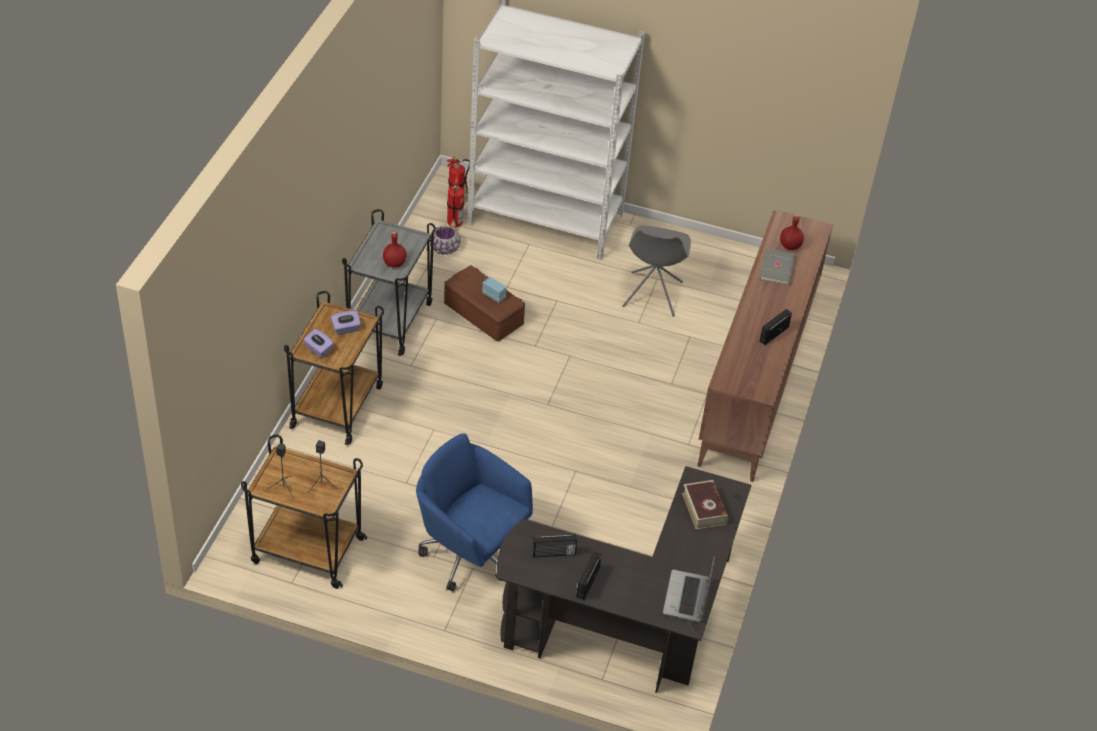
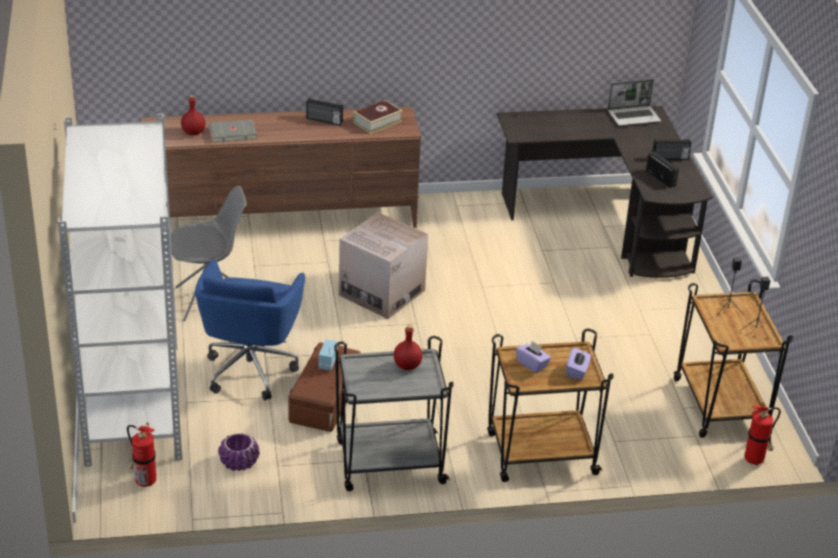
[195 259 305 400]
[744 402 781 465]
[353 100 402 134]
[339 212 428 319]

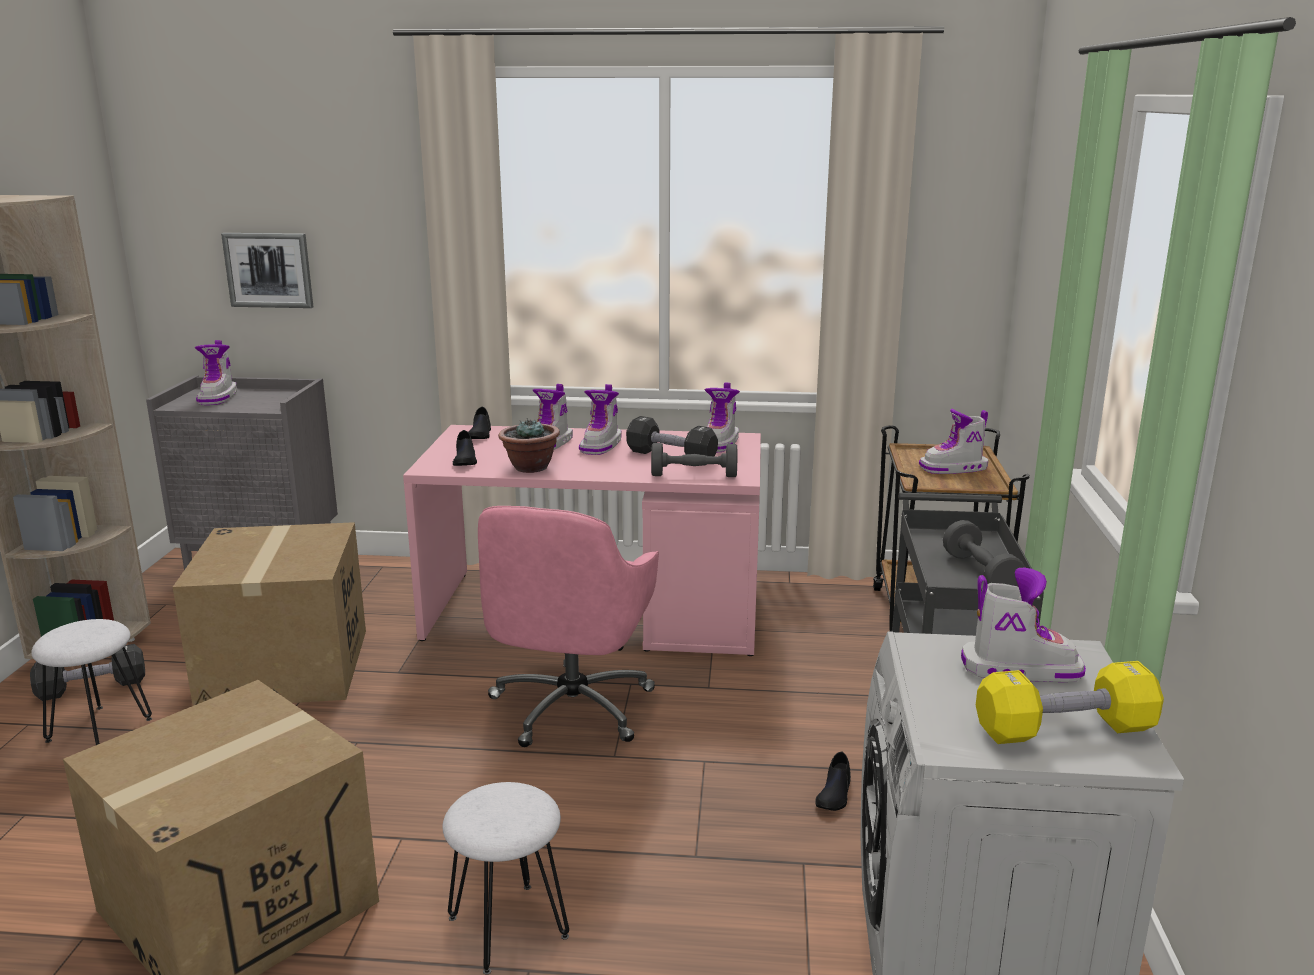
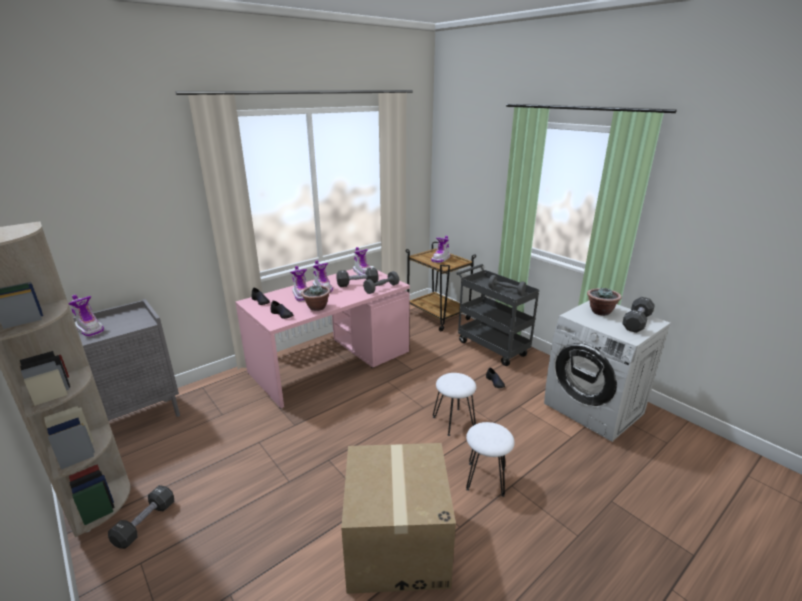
[433 373 476 436]
[173 522 366 706] (first image)
[221 233 313 308] (first image)
[478 506 659 747] (first image)
[587 287 621 316]
[622 297 655 333]

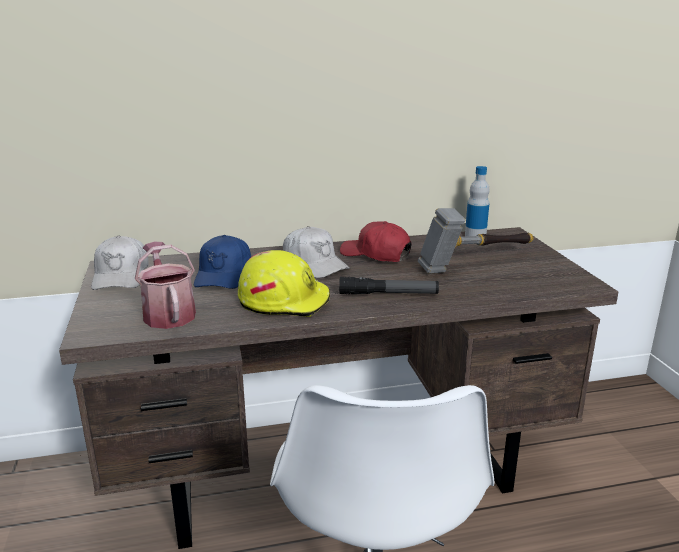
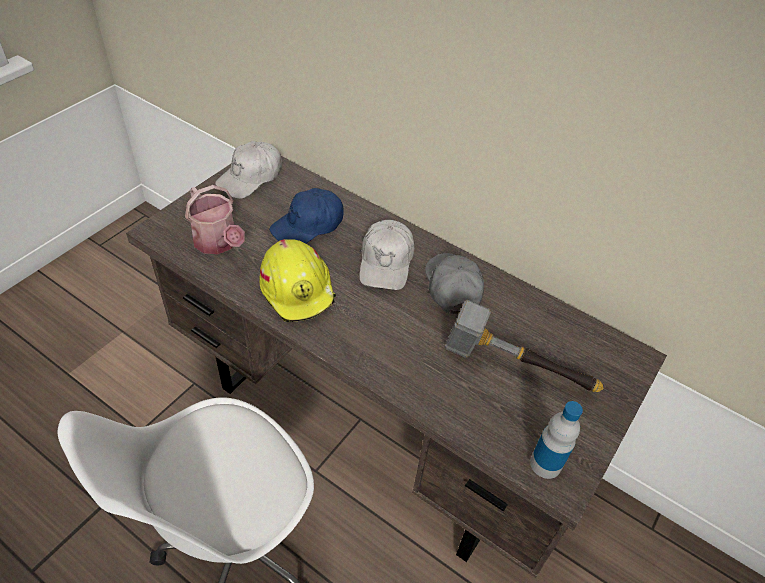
[185 185 245 254]
[339 277 439 294] (first image)
[425 253 484 314]
[530 401 583 479]

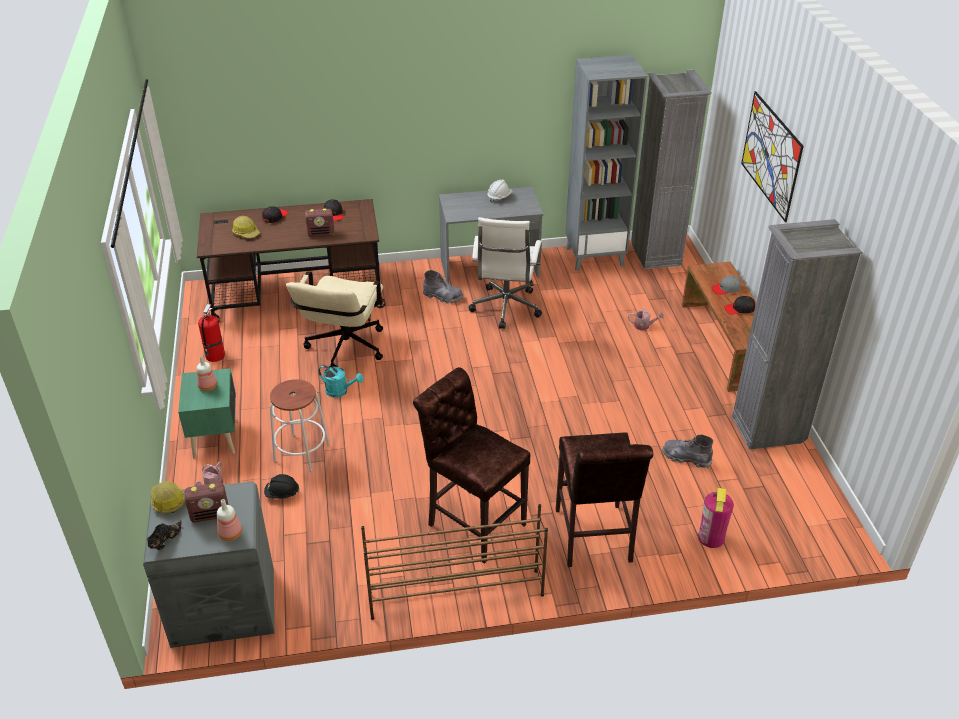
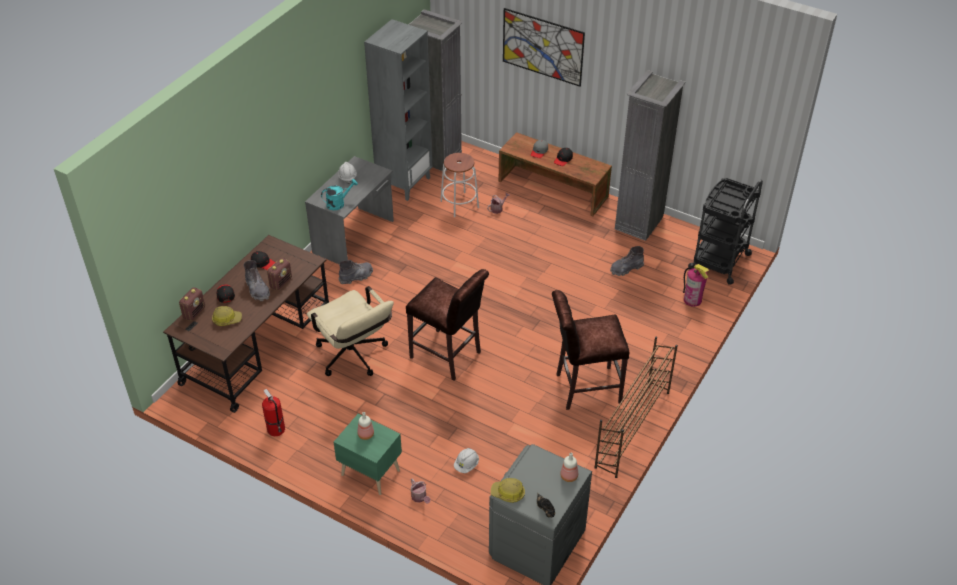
[179 287 205 321]
[454 448 479 473]
[440 153 479 217]
[321 179 358 210]
[468 217 542 329] (first image)
[406 269 489 381]
[243 260 270 301]
[688 178 763 285]

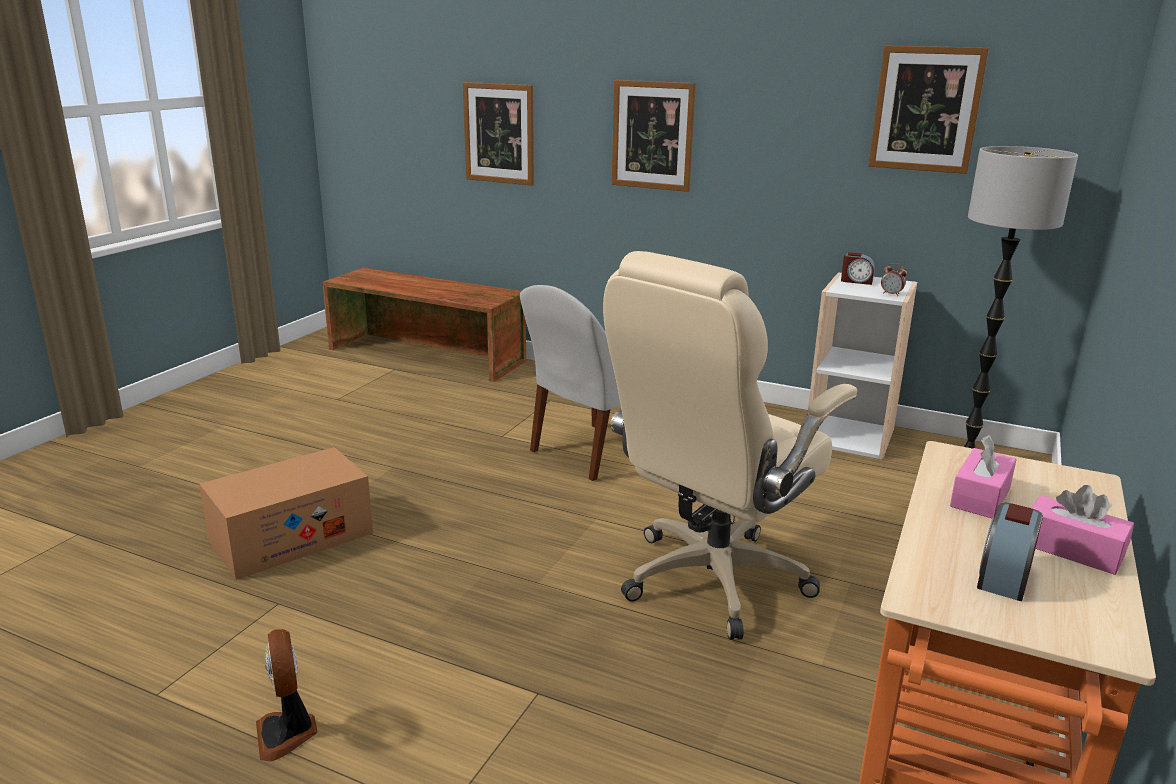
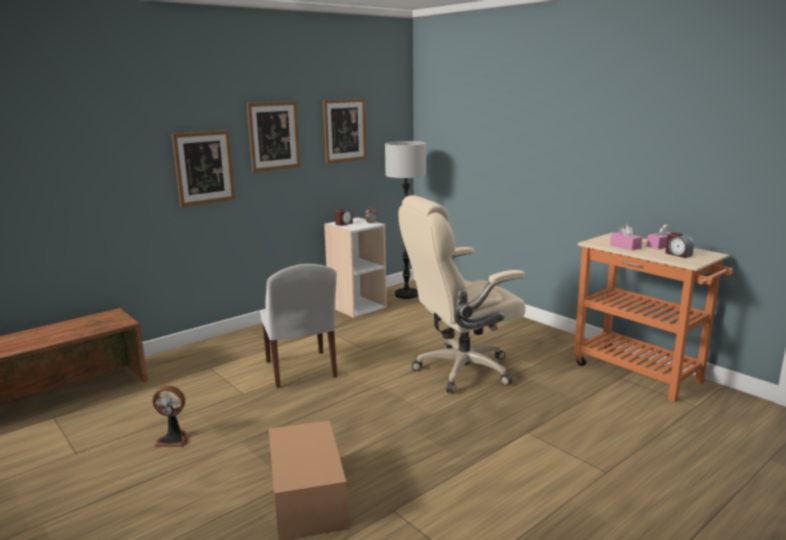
[153 386 188 447]
[247 101 300 172]
[398 195 526 393]

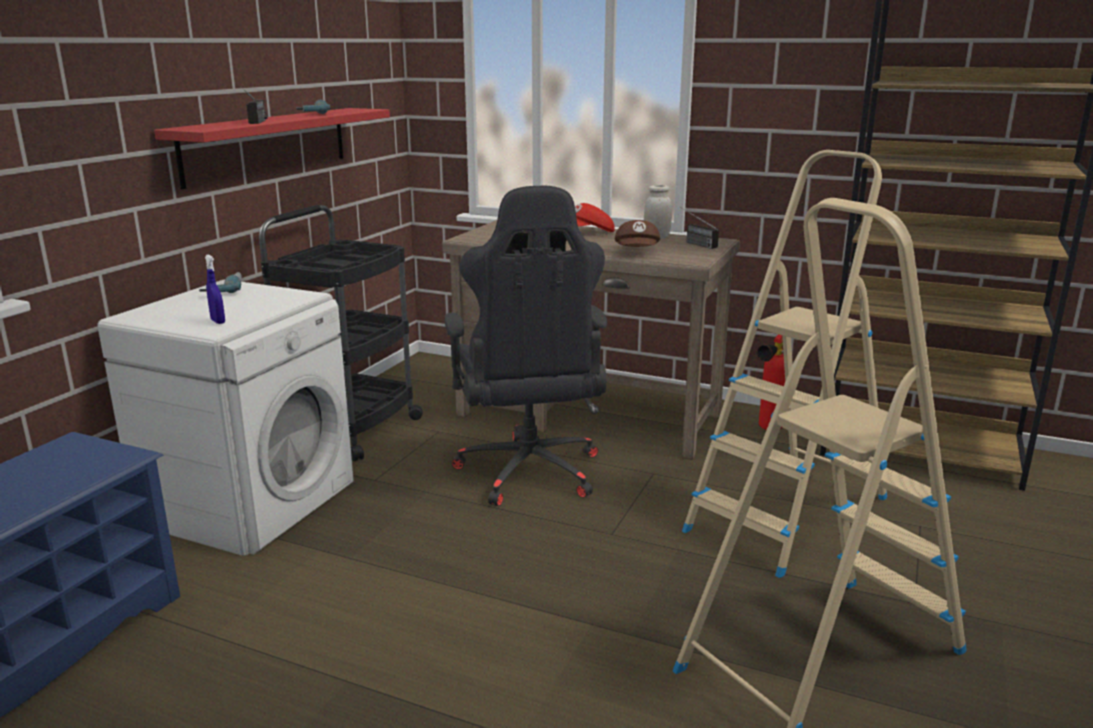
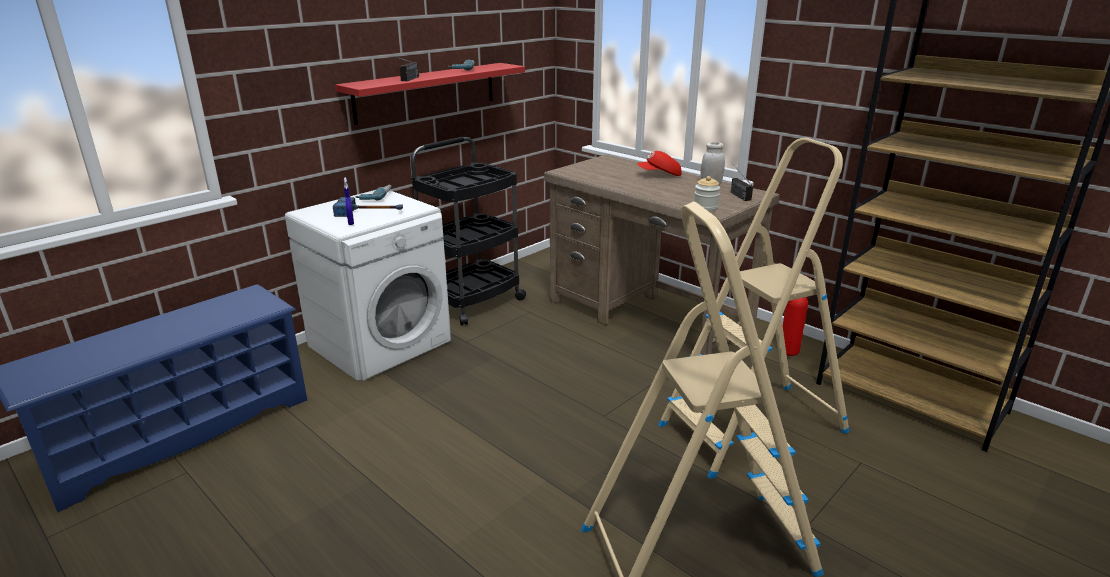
[445 186 607 506] (first image)
[615 220 660 247] (first image)
[333 197 403 217]
[694 176 720 212]

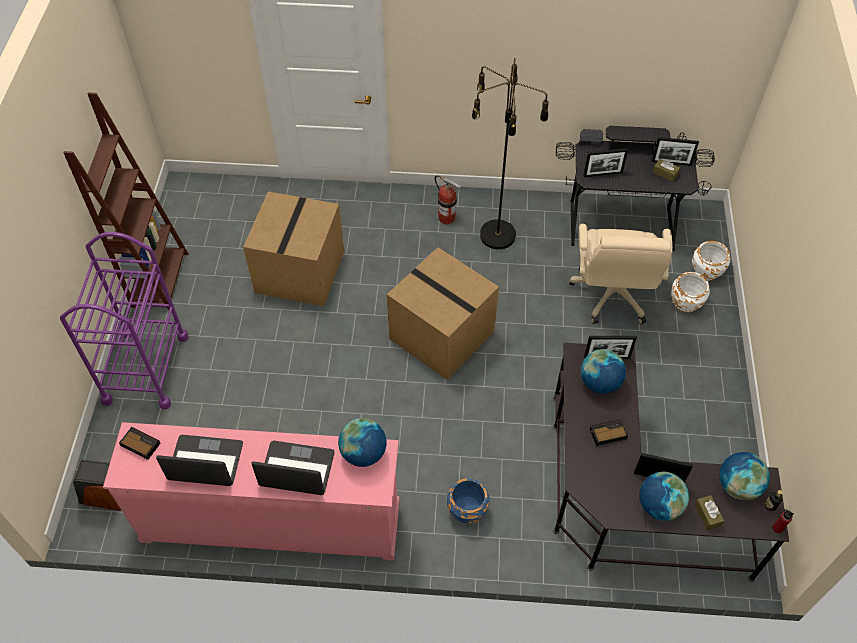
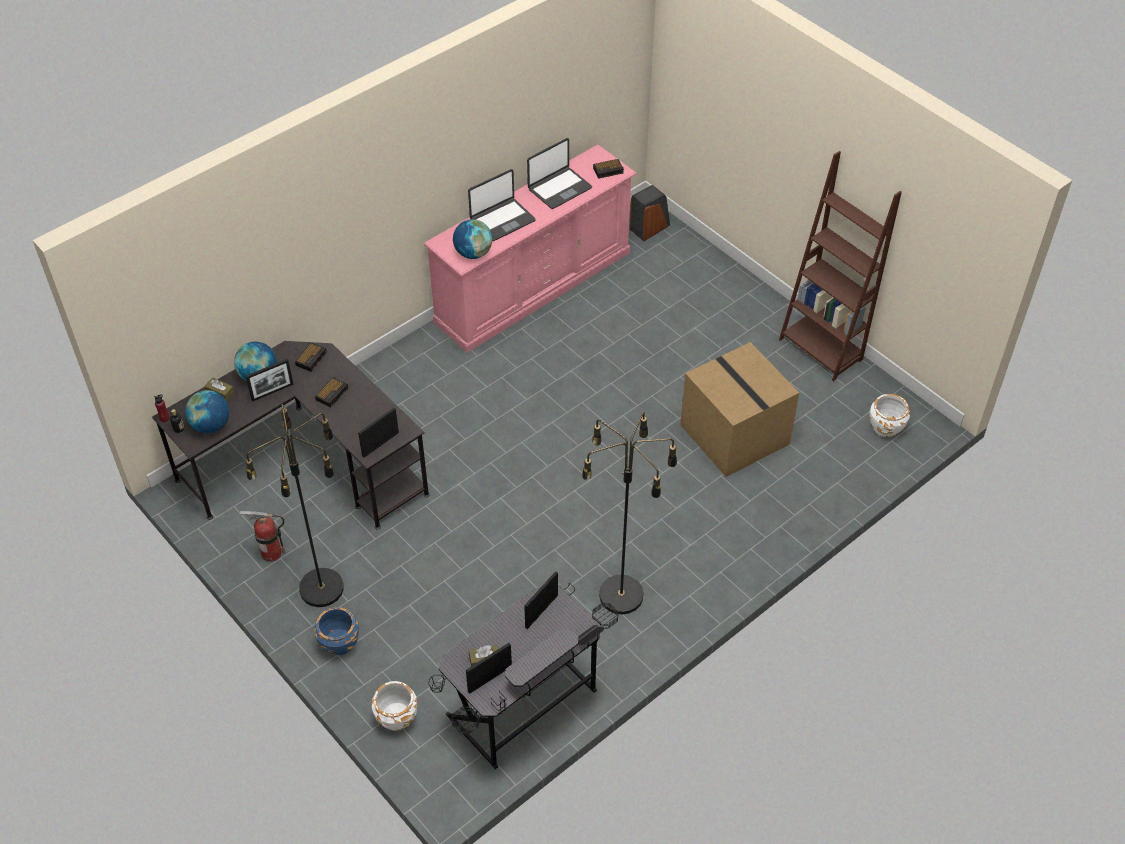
[60 232 189 410] (first image)
[387 247 499 380] (first image)
[240 511 285 562]
[314 607 359 655]
[569 224 673 324] (first image)
[581 349 626 394] (first image)
[869 394 910 437]
[245 404 344 607]
[295 343 327 372]

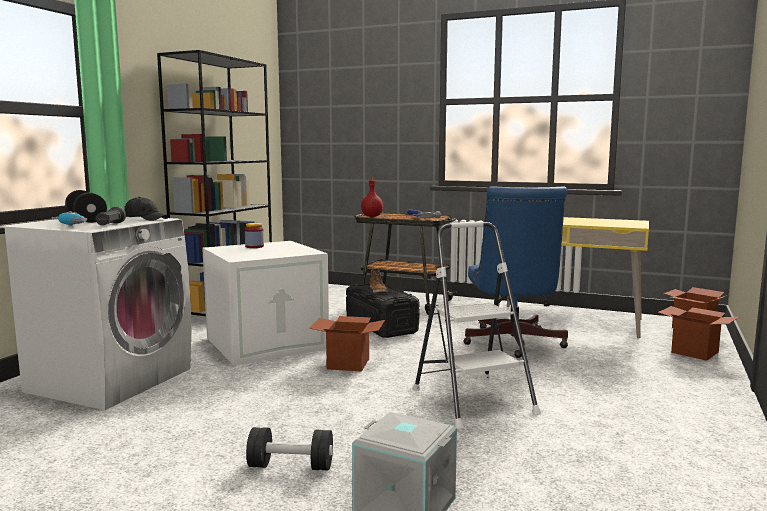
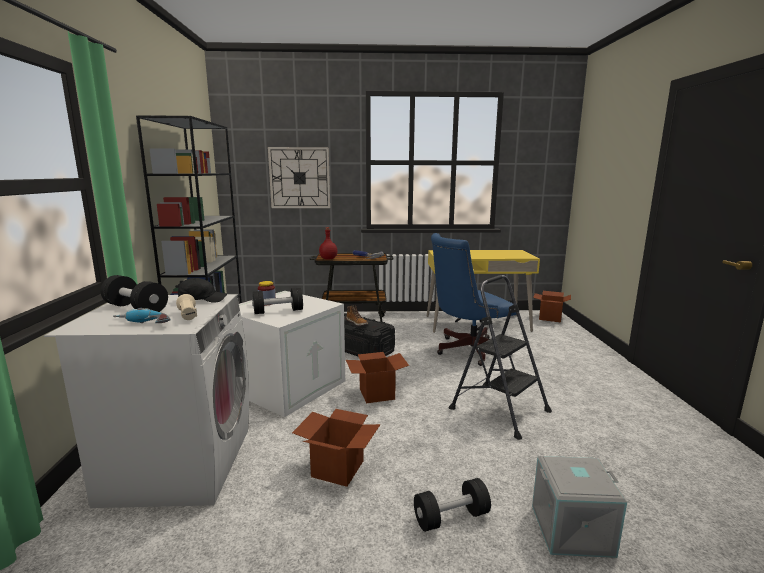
[176 294 197 320]
[448 275 552 440]
[431 233 517 366]
[292 409 380 487]
[252 288 303 314]
[268 147 330 208]

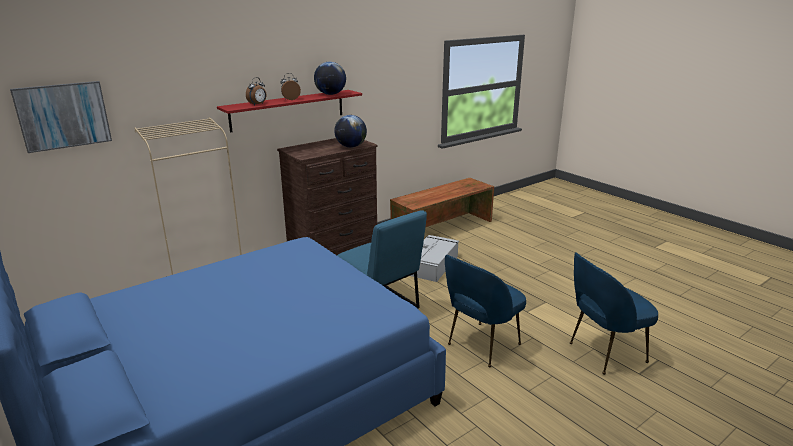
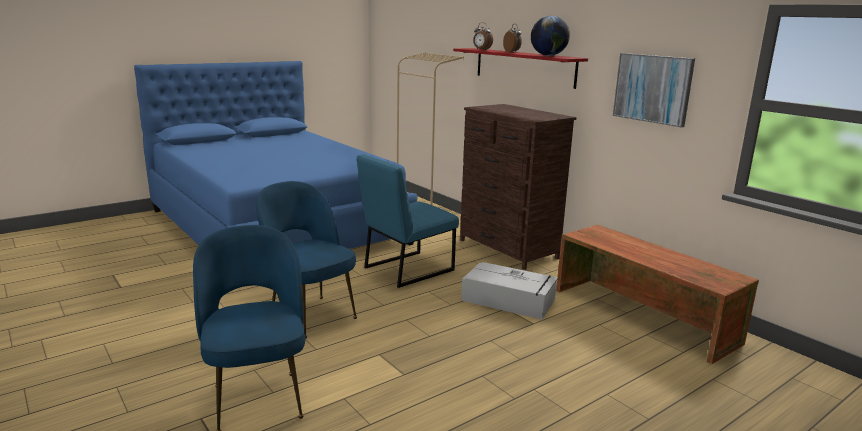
[613 53 695 128]
[334 115 367 148] (first image)

